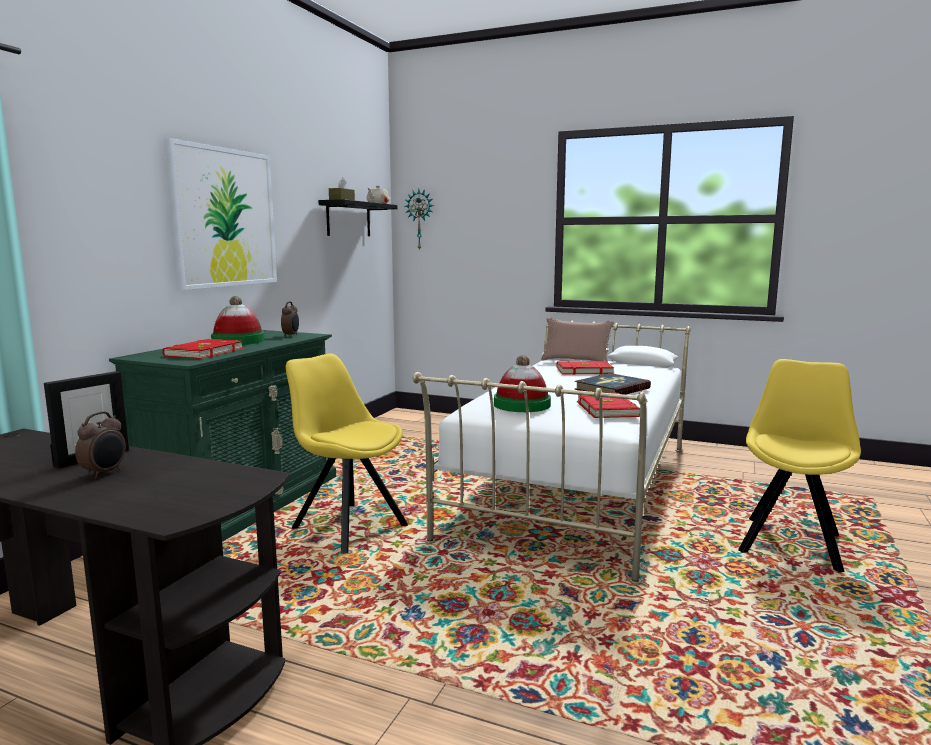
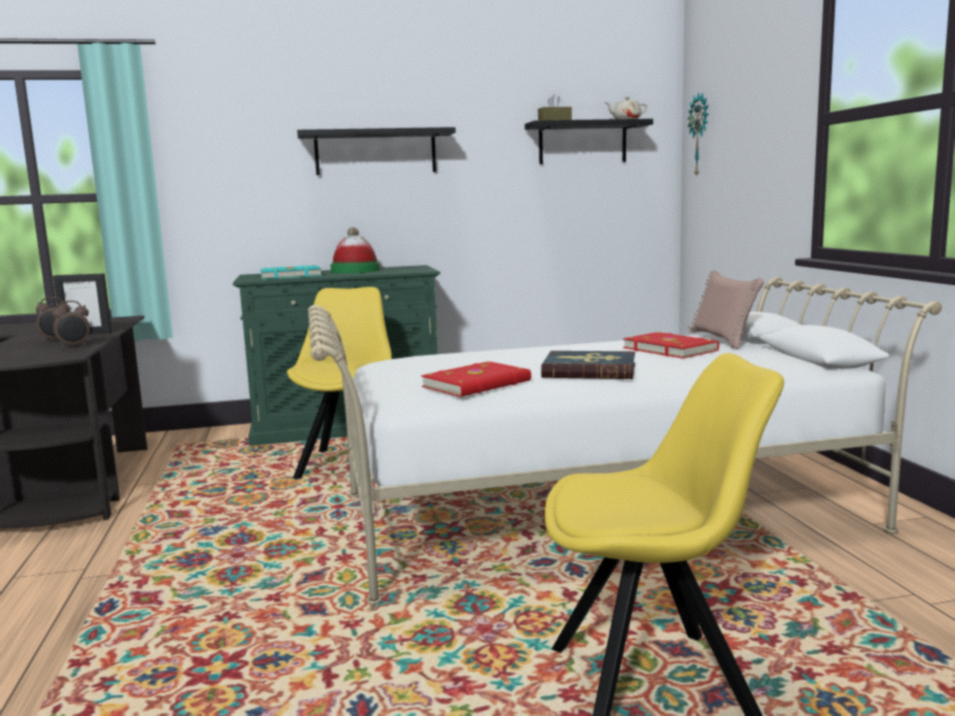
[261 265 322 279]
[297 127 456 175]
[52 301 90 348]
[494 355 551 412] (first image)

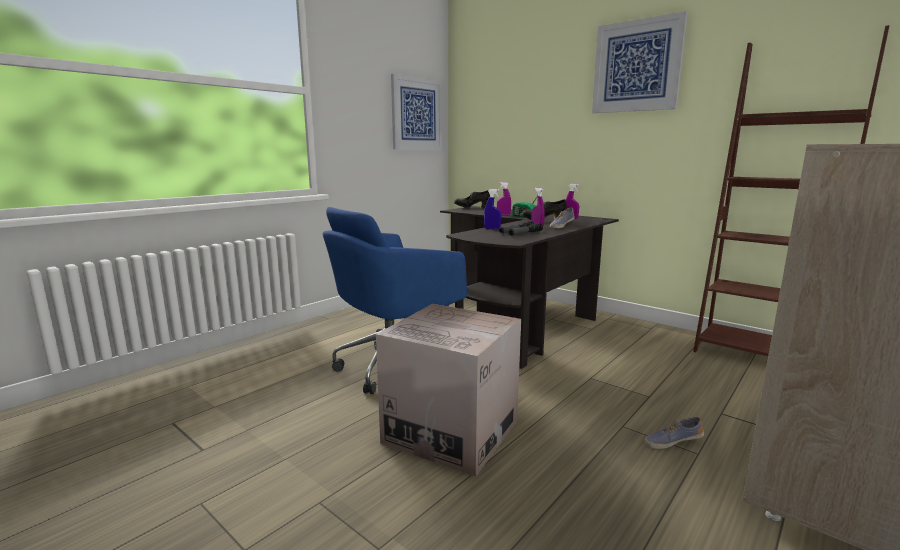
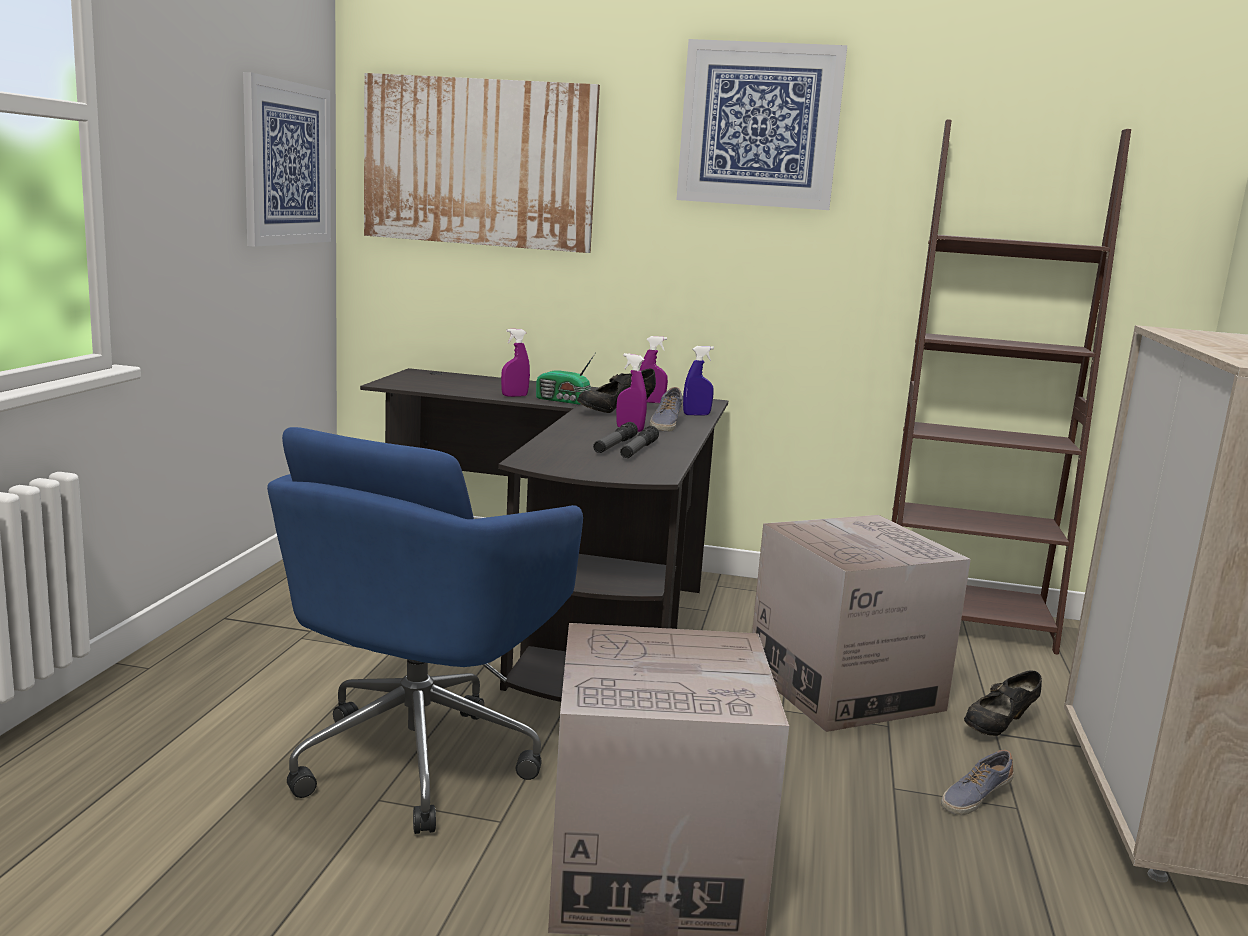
[964 670 1042 736]
[683 346 714 416]
[364 73 600 253]
[752 515 971 732]

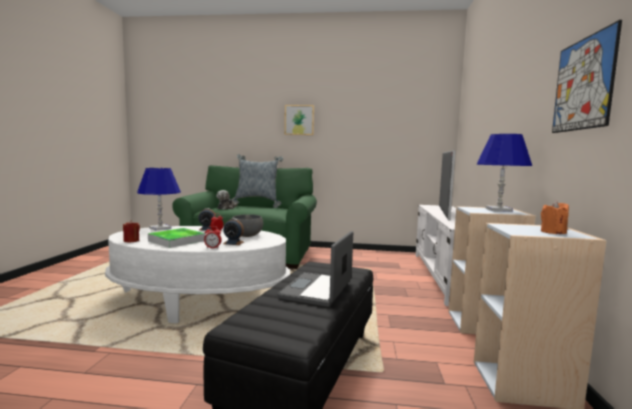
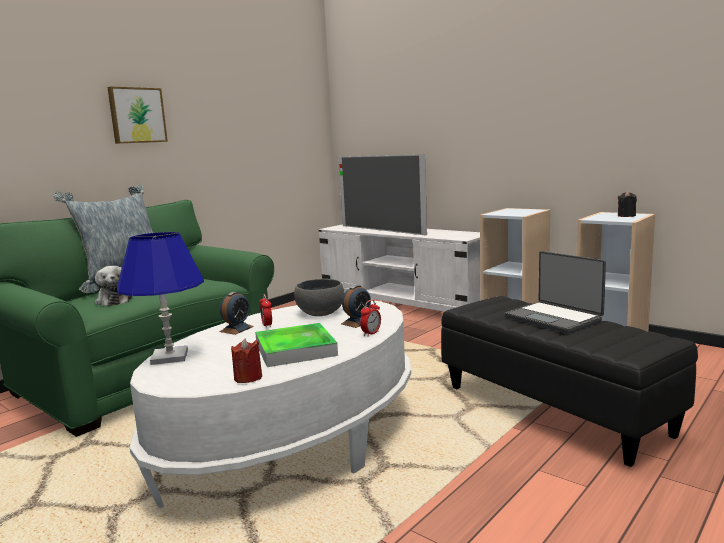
[477 134 532 212] (first image)
[618 191 637 217]
[552 20 622 133] (first image)

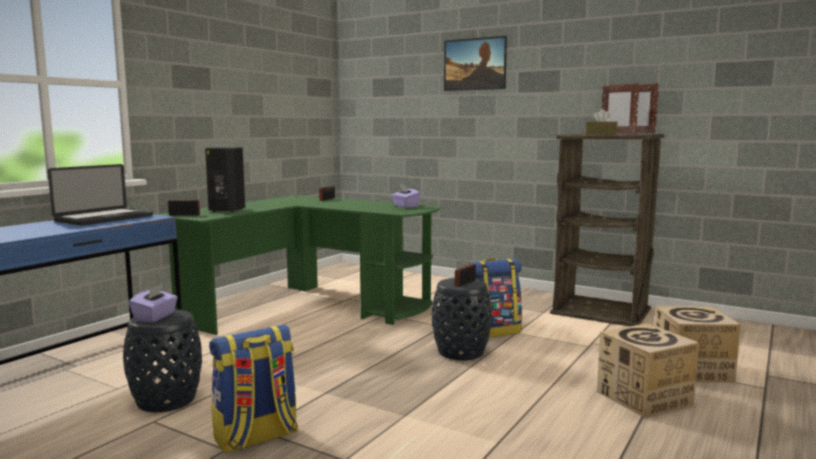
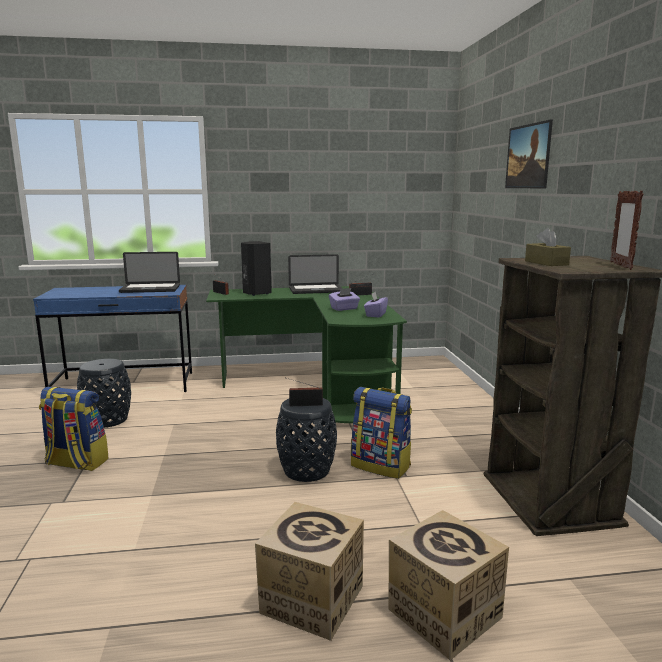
[329 288 360 311]
[602 83 639 134] (first image)
[288 254 343 294]

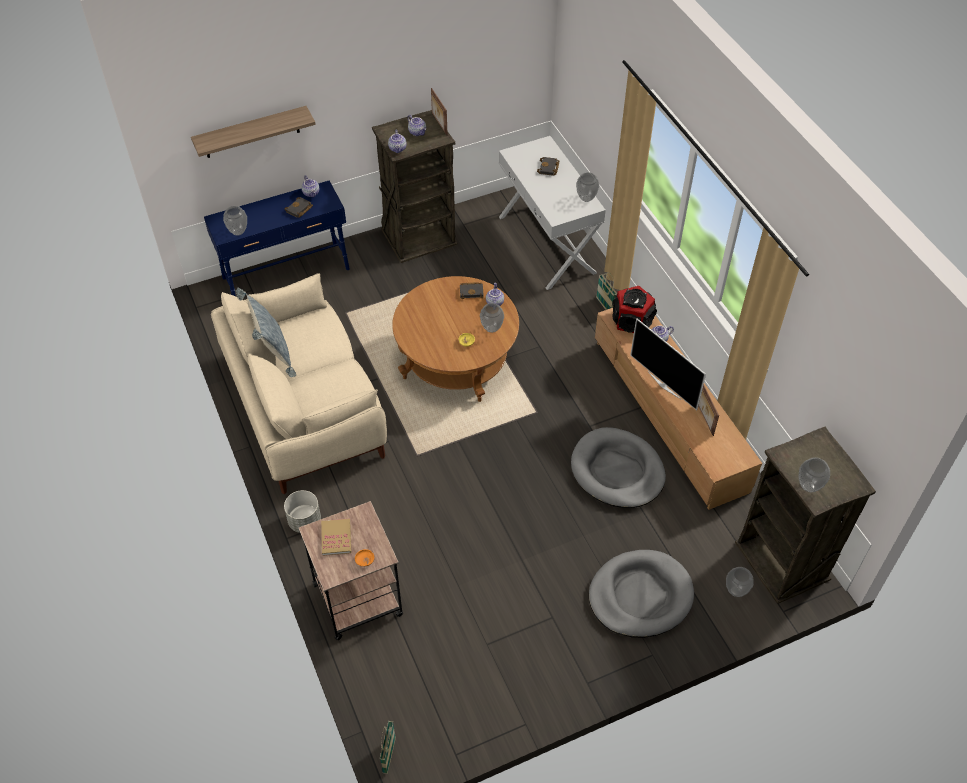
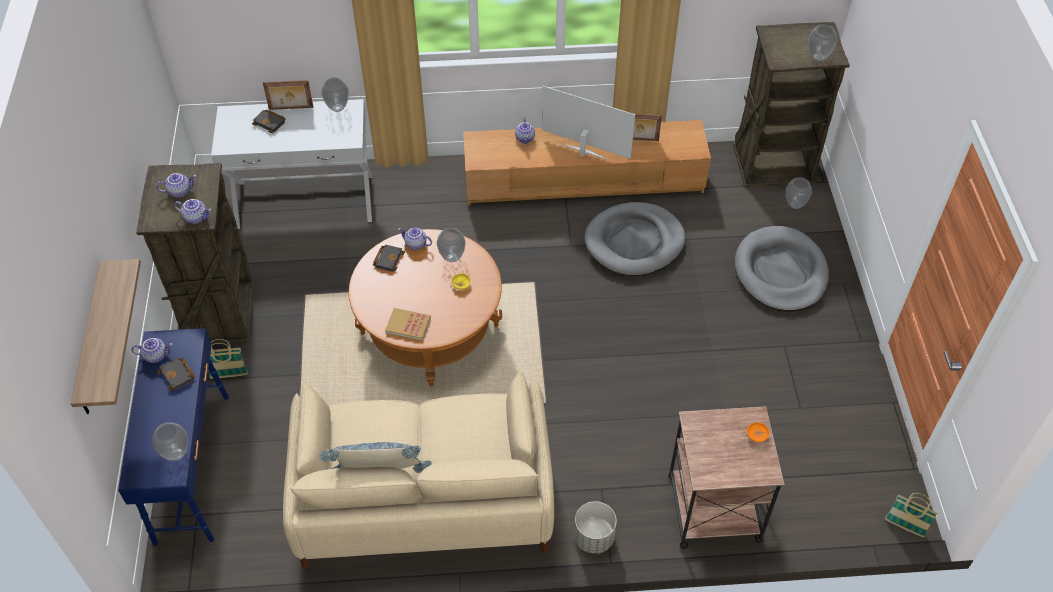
[385 308 431 341]
[263 80 313 110]
[208 339 248 379]
[612 286 657 333] (first image)
[542 86 635 160]

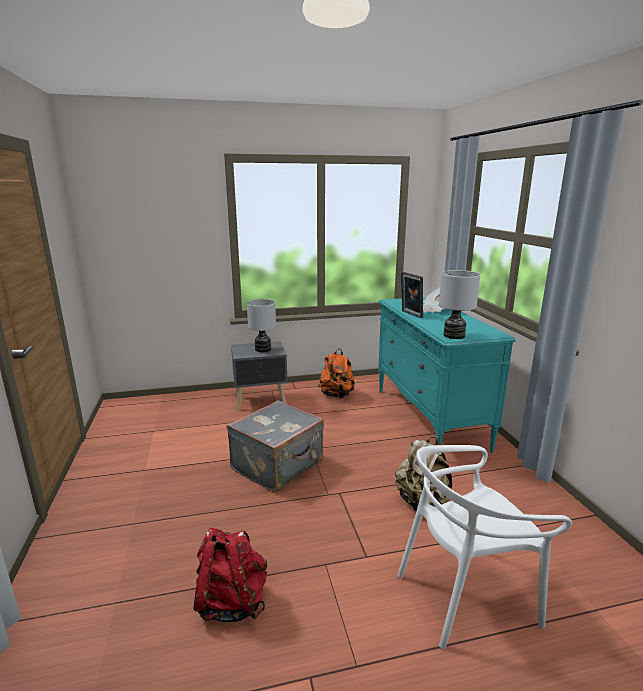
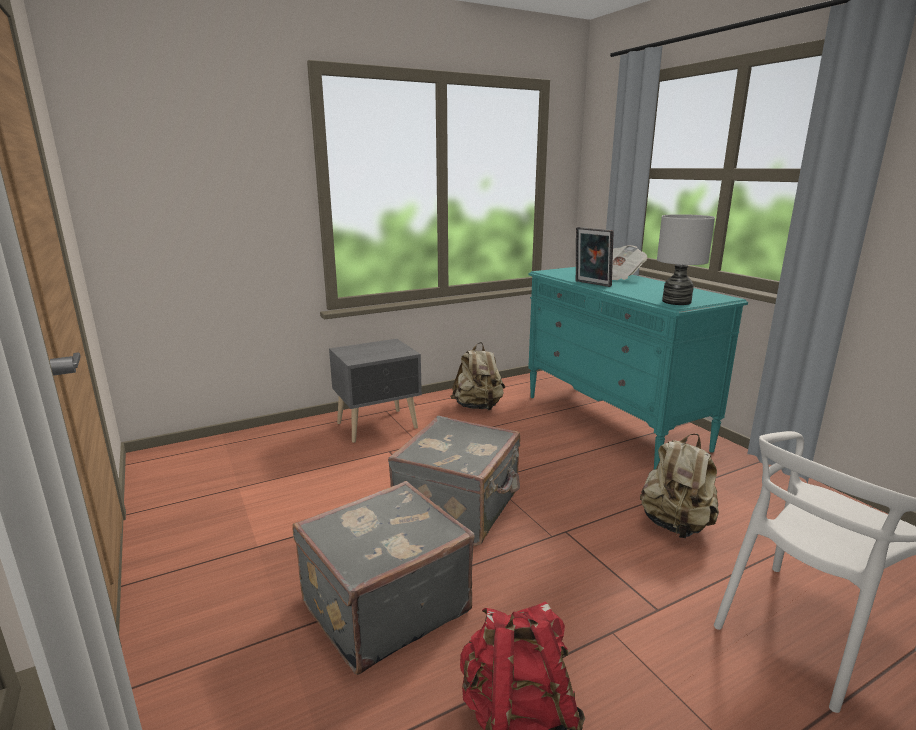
[247 299 276 352] (first image)
[451 342 505 411]
[292 481 475 675]

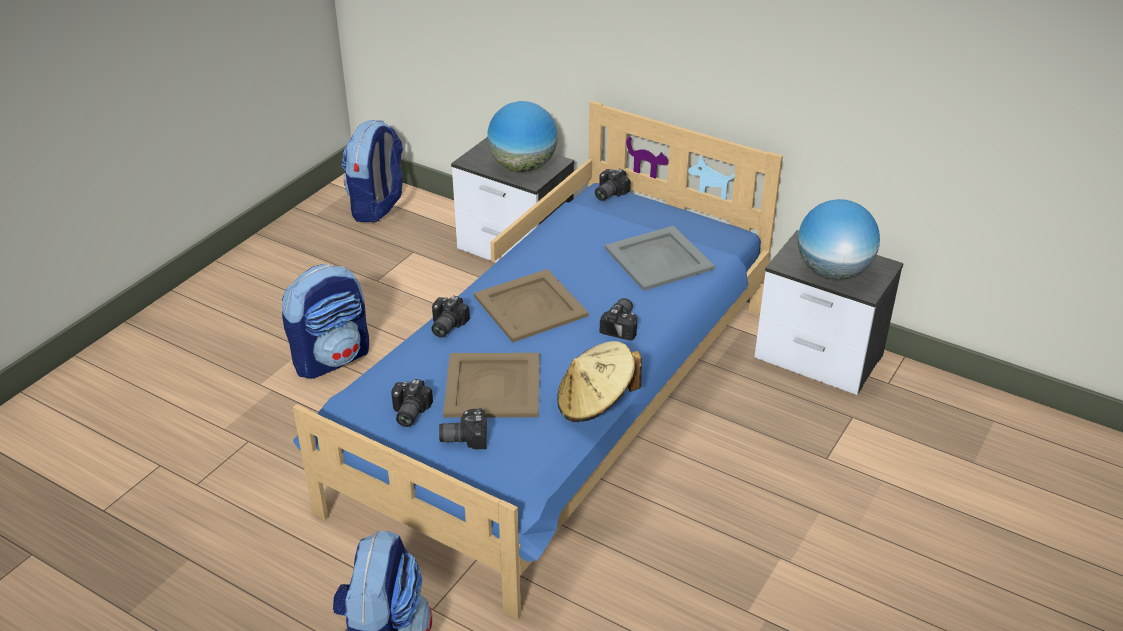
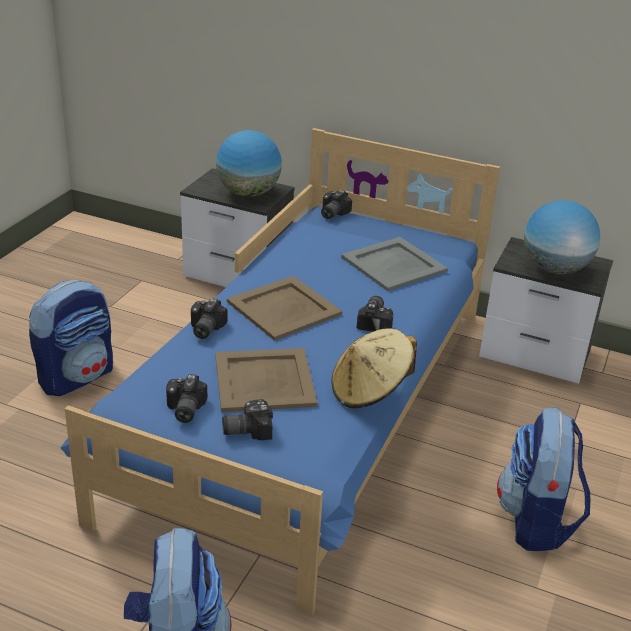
[497 408 590 551]

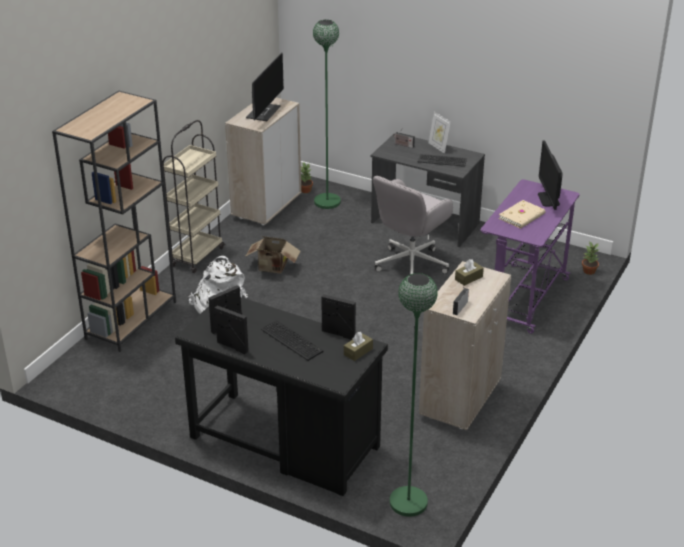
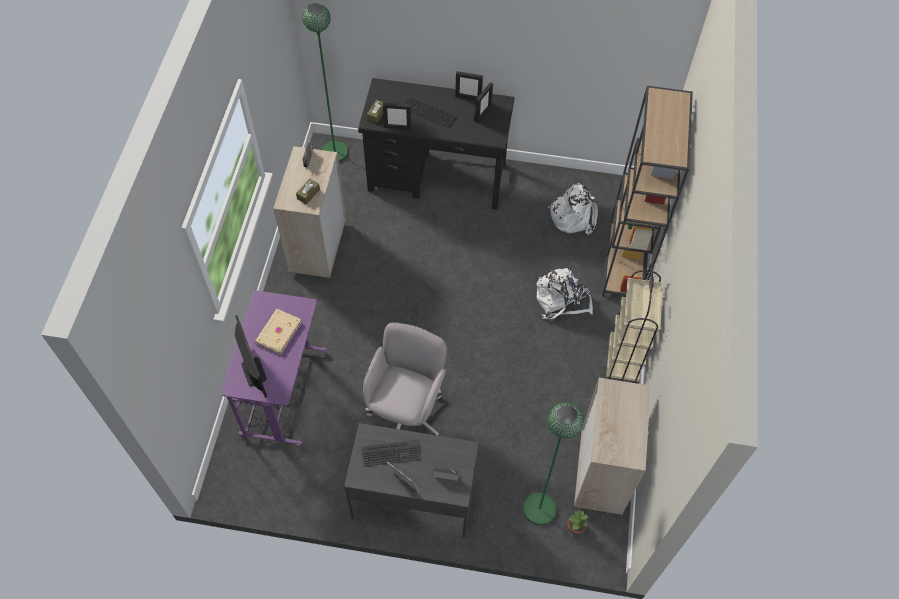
[245 236 300 274] (first image)
[246 52 284 121] (first image)
[582 241 599 275] (first image)
[548 183 598 235]

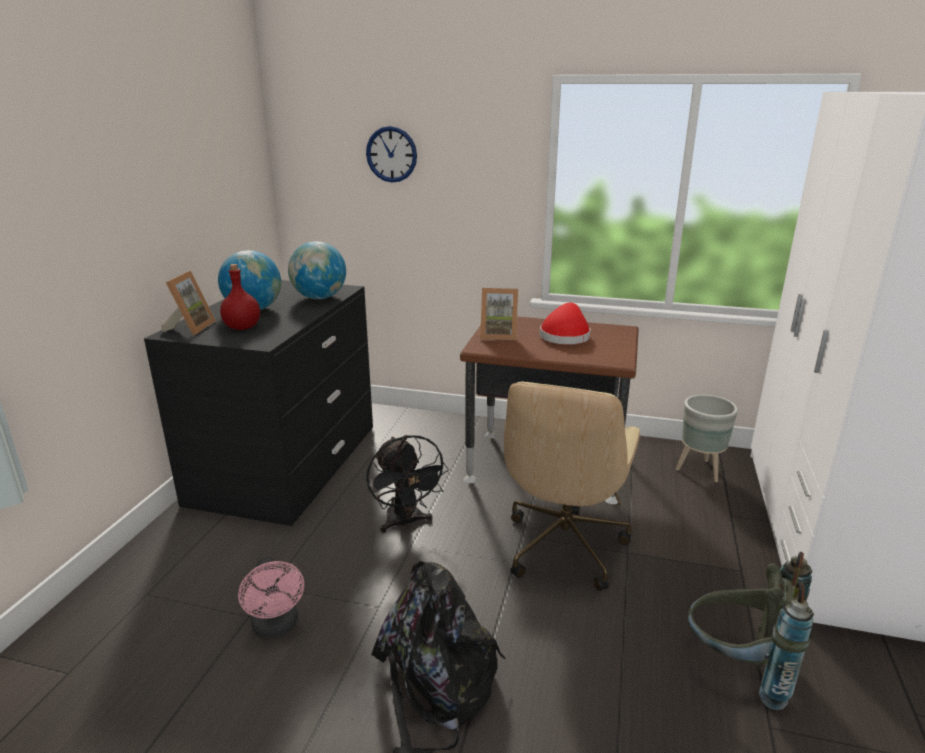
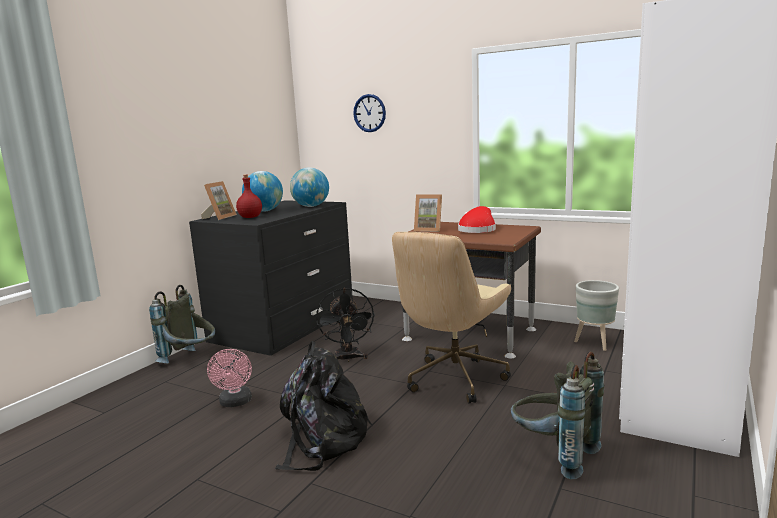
[149 285 215 364]

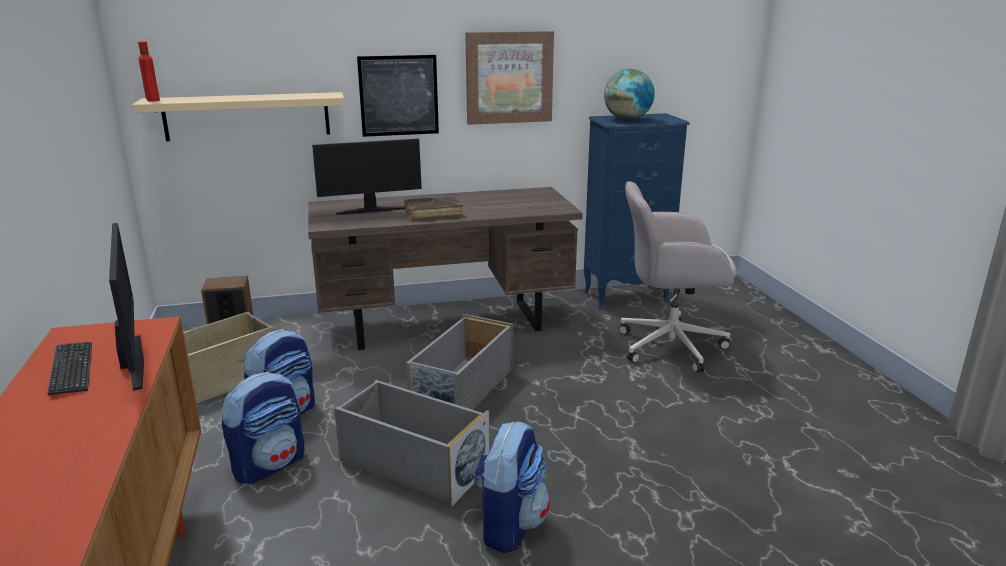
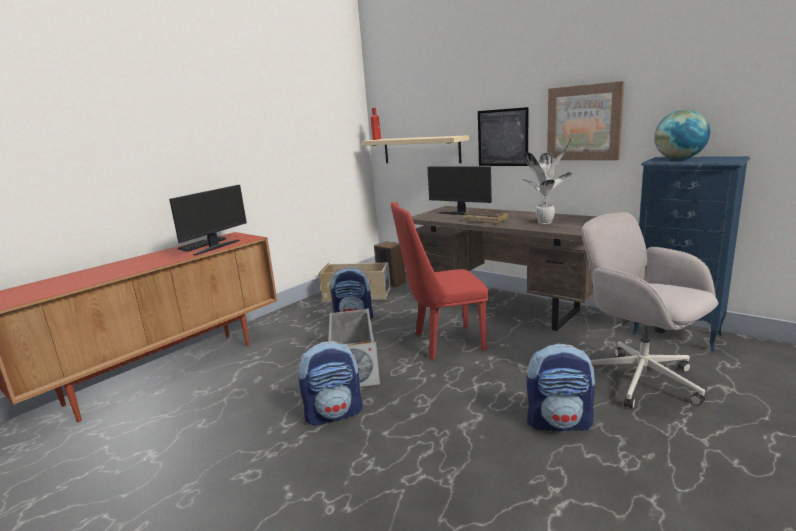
[527 343 595 431]
[391 202 489 360]
[522 139 572 224]

